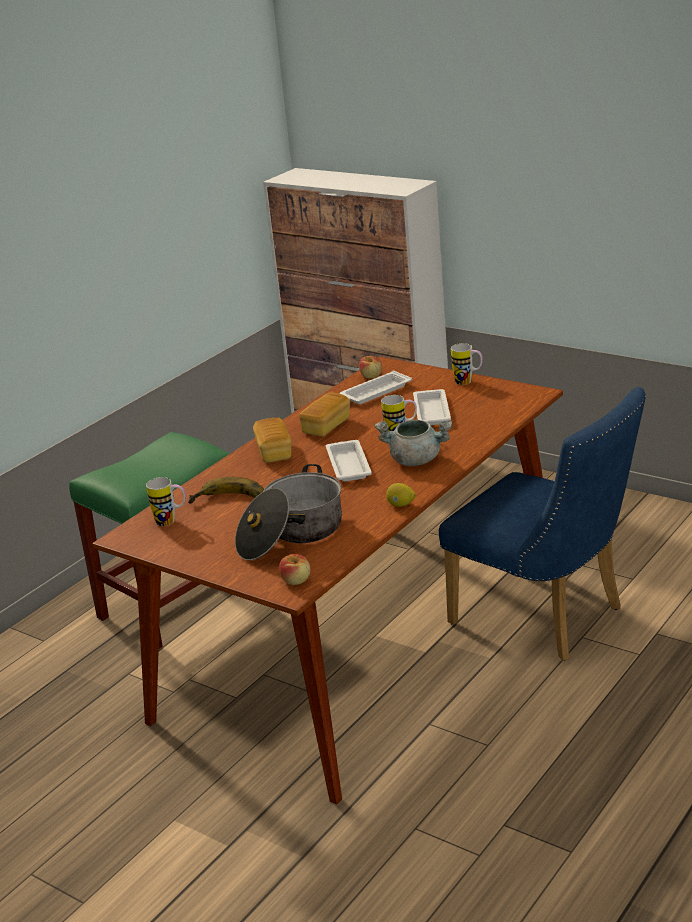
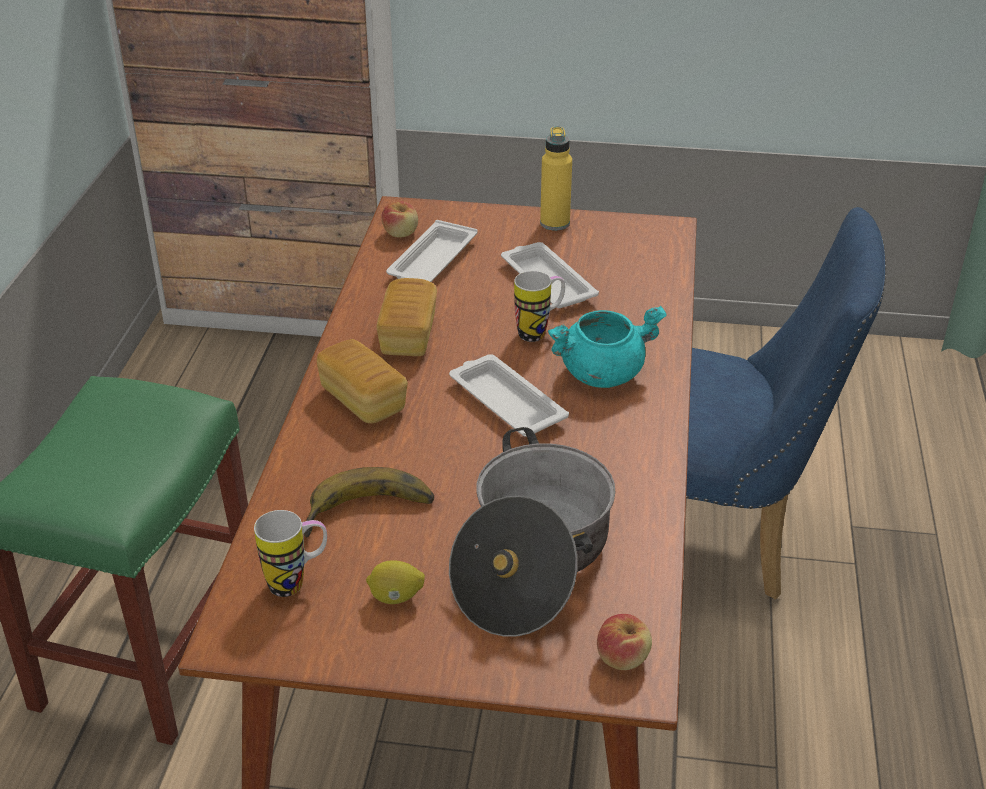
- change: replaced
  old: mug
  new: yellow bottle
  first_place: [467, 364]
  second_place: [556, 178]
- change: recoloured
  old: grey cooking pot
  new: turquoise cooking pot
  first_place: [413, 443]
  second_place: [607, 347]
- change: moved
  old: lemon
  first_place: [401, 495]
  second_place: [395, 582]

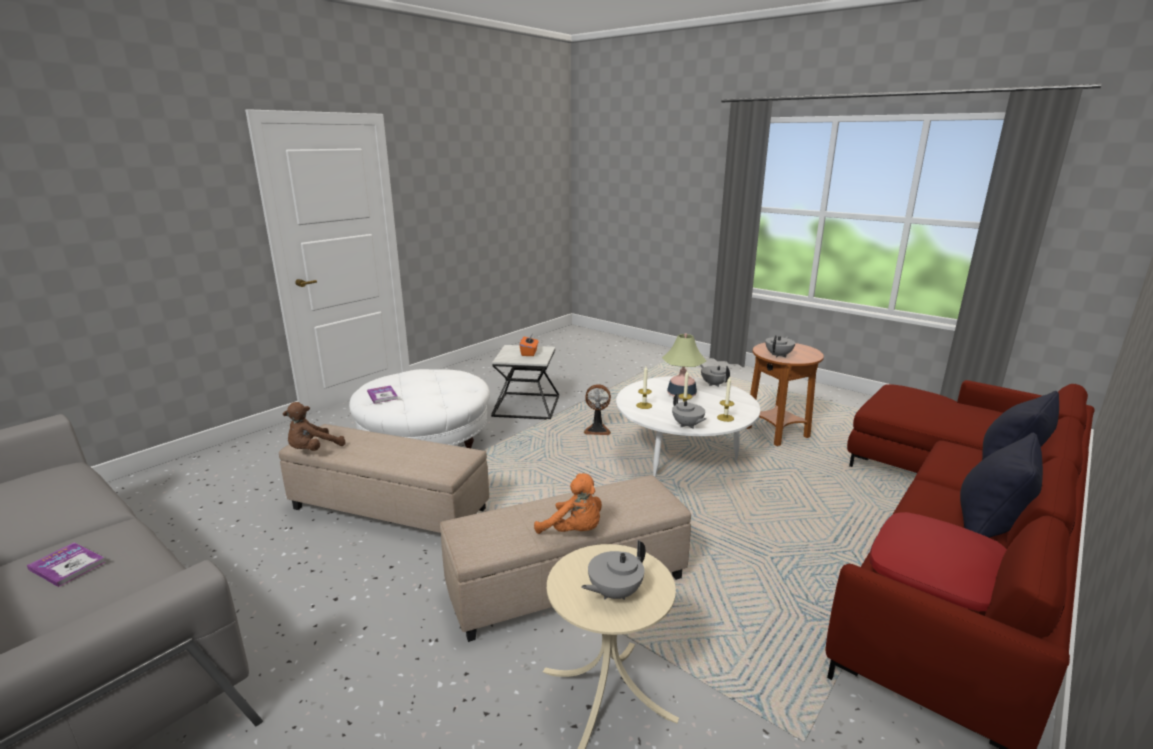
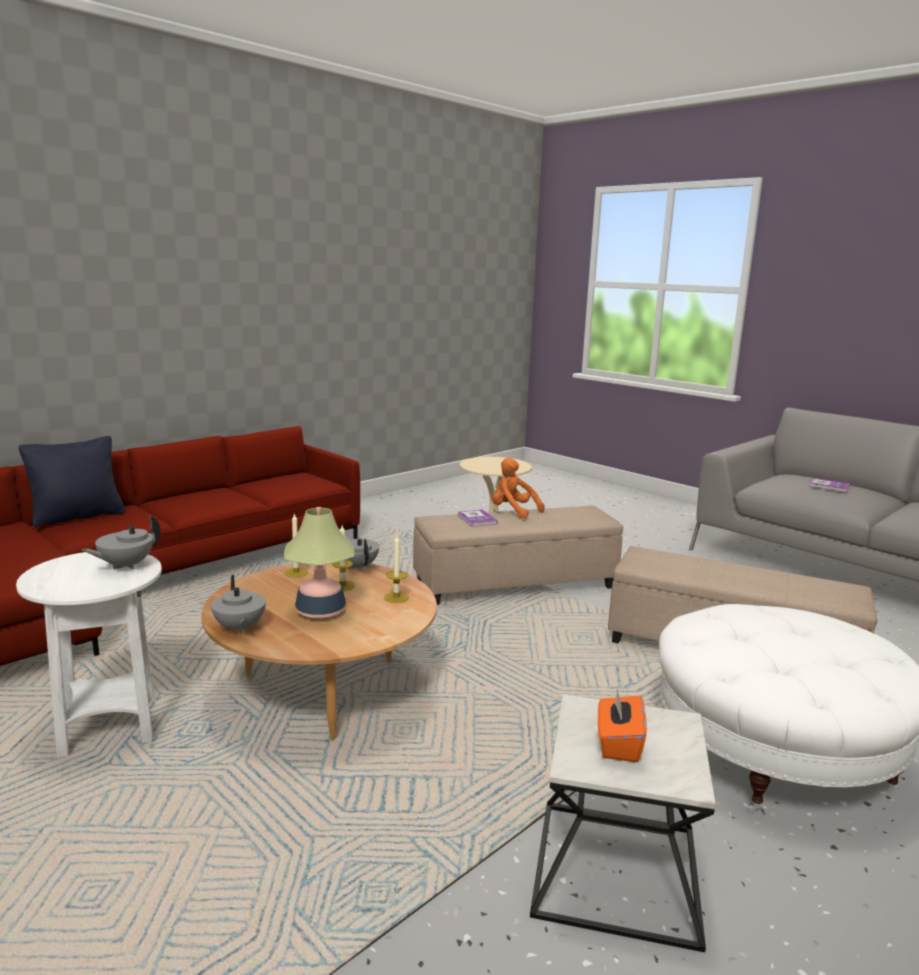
- change: recoloured
  old: brown side table
  new: white side table
  first_place: [785, 394]
  second_place: [89, 654]
- change: recoloured
  old: white coffee table
  new: brown coffee table
  first_place: [688, 426]
  second_place: [319, 652]
- change: removed
  old: fan
  first_place: [597, 409]
- change: moved
  old: book
  first_place: [382, 394]
  second_place: [477, 518]
- change: removed
  old: brown plush toy
  first_place: [314, 426]
- change: removed
  old: black pillow
  first_place: [1001, 485]
- change: removed
  old: red pillow
  first_place: [938, 561]
- change: removed
  old: grey teapot
  first_place: [613, 570]

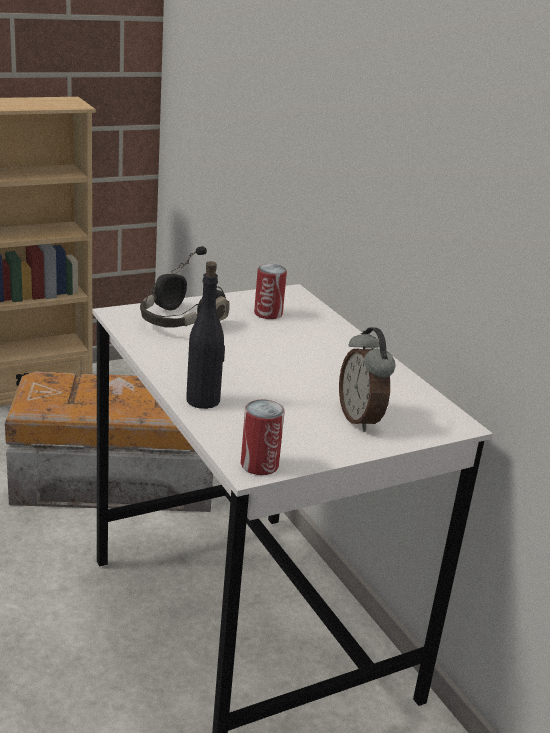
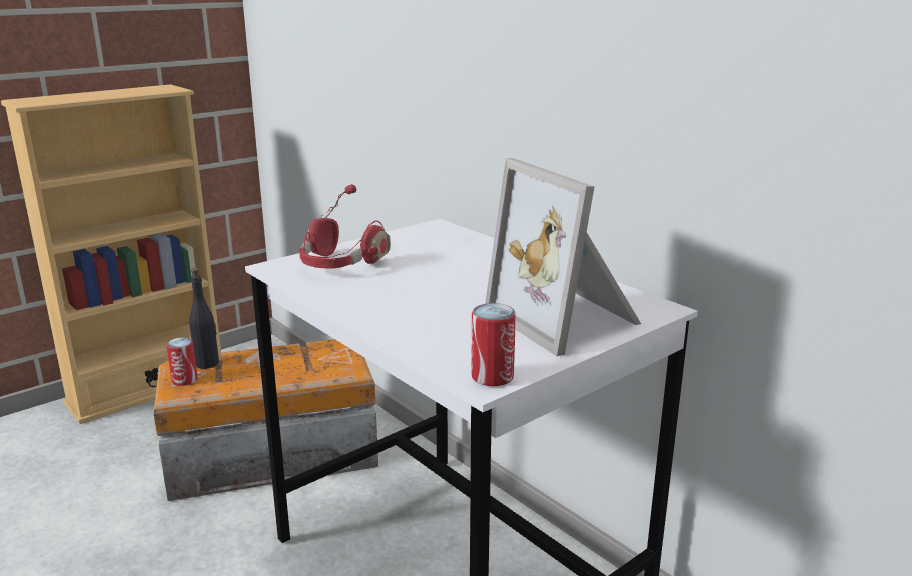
- change: recoloured
  old: black headphones
  new: red headphones
  first_place: [185, 287]
  second_place: [345, 226]
- change: moved
  old: black bottle
  first_place: [205, 335]
  second_place: [204, 318]
- change: moved
  old: can
  first_place: [270, 291]
  second_place: [182, 361]
- change: replaced
  old: alarm clock
  new: picture frame
  first_place: [367, 379]
  second_place: [563, 257]

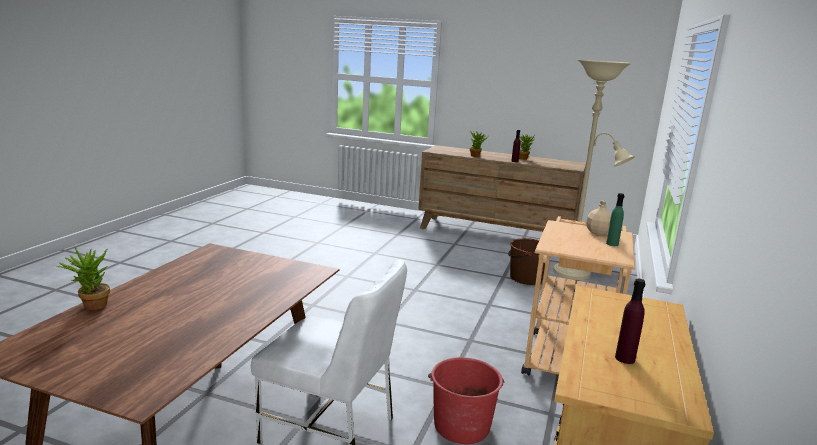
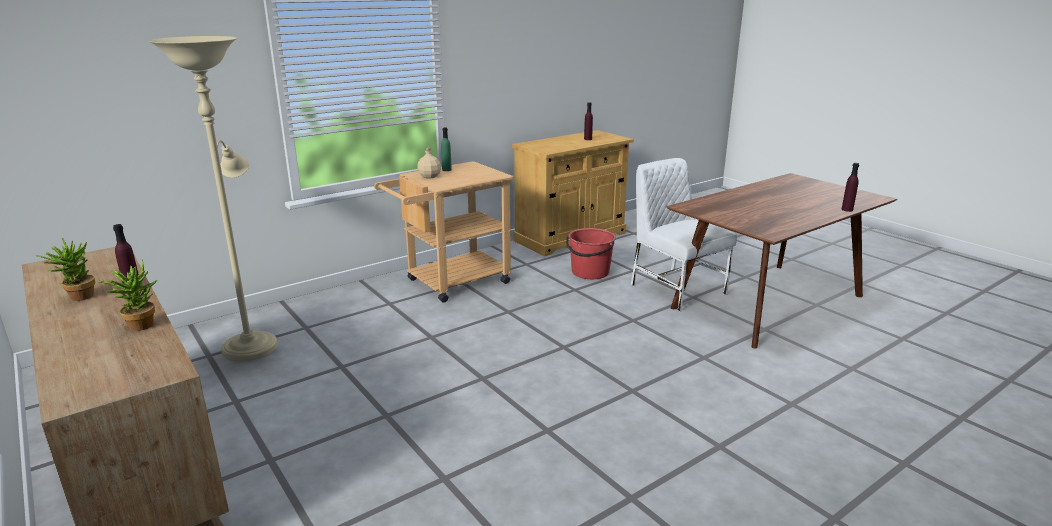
- change: removed
  old: brown bucket
  first_place: [526, 261]
- change: replaced
  old: potted plant
  new: purple bottle
  first_place: [83, 278]
  second_place: [850, 187]

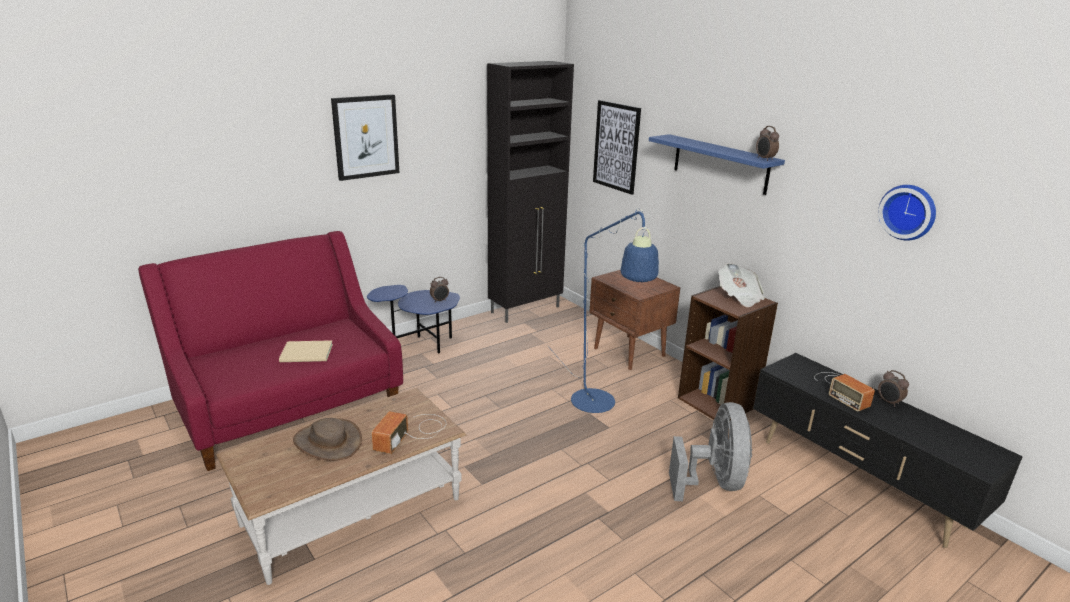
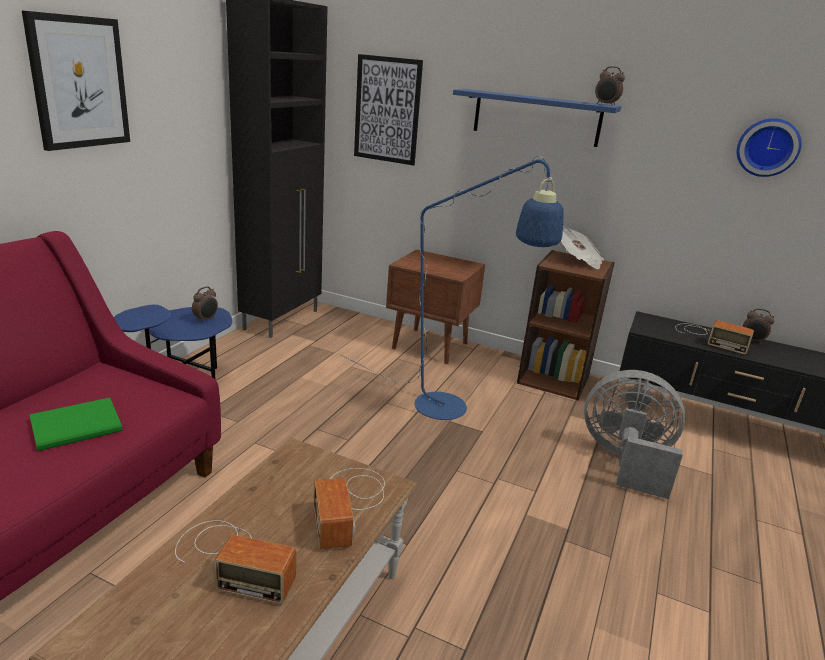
- change: recoloured
  old: beige book
  new: green book
  first_place: [306, 351]
  second_place: [76, 424]
- change: turned
  old: grey fan
  first_place: [710, 451]
  second_place: [634, 434]
  degrees: -45
- change: replaced
  old: brown hat
  new: radio
  first_place: [327, 439]
  second_place: [235, 562]

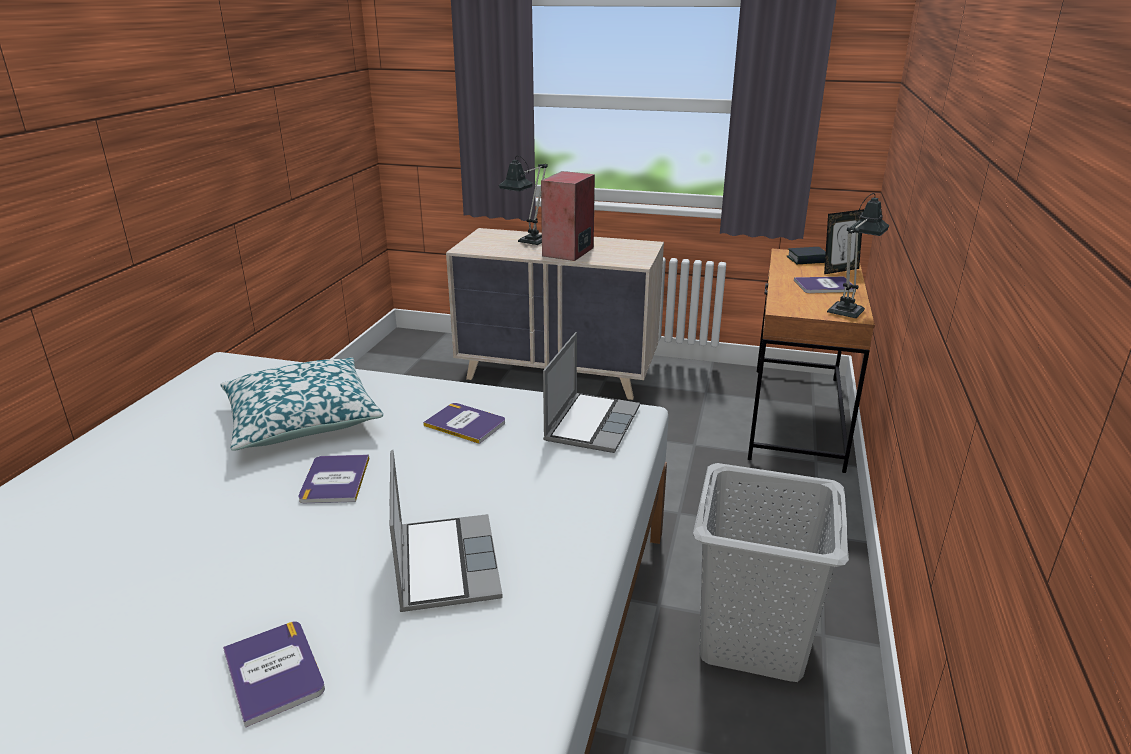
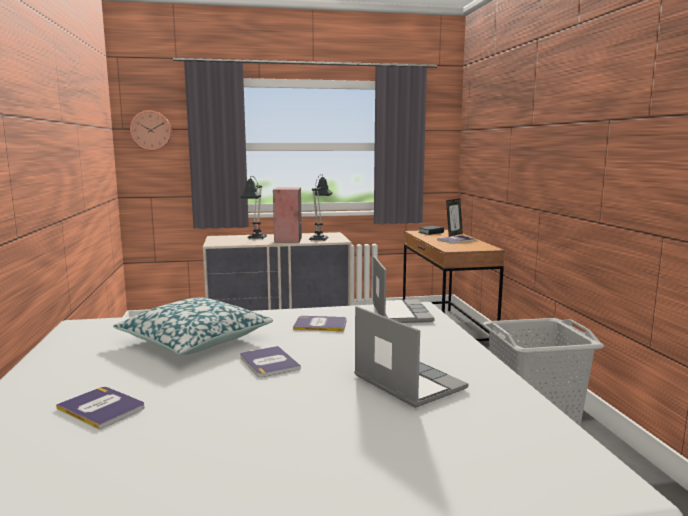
- change: moved
  old: table lamp
  first_place: [858, 255]
  second_place: [321, 207]
- change: moved
  old: book
  first_place: [274, 674]
  second_place: [100, 408]
- change: added
  new: wall clock
  second_place: [151, 130]

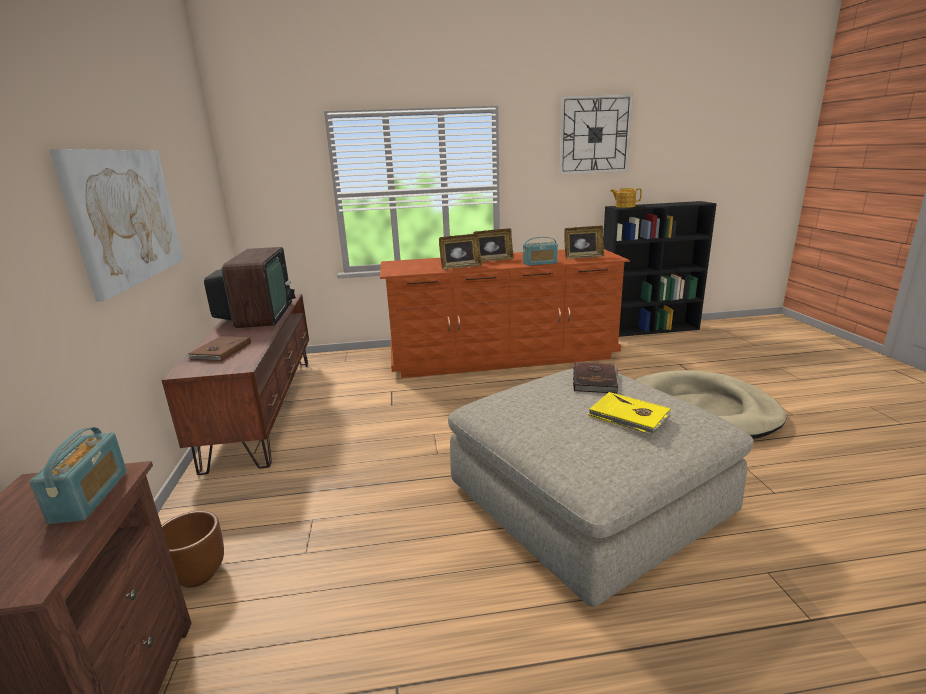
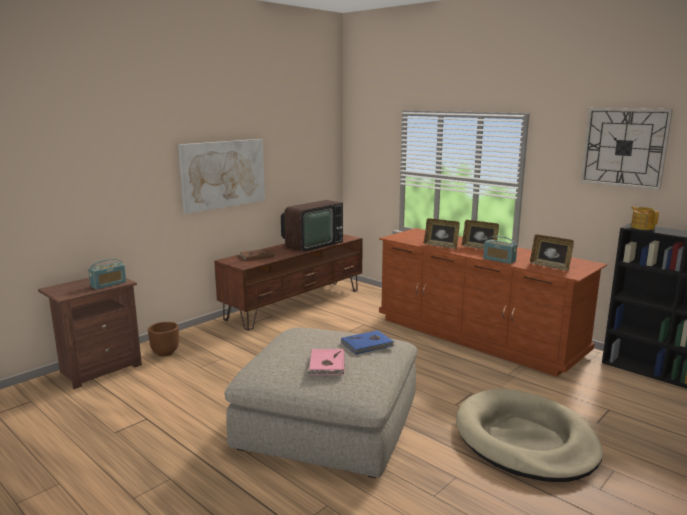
- change: recoloured
  old: brown book
  new: blue book
  first_place: [596, 377]
  second_place: [368, 342]
- change: recoloured
  old: yellow book
  new: pink book
  first_place: [629, 413]
  second_place: [325, 362]

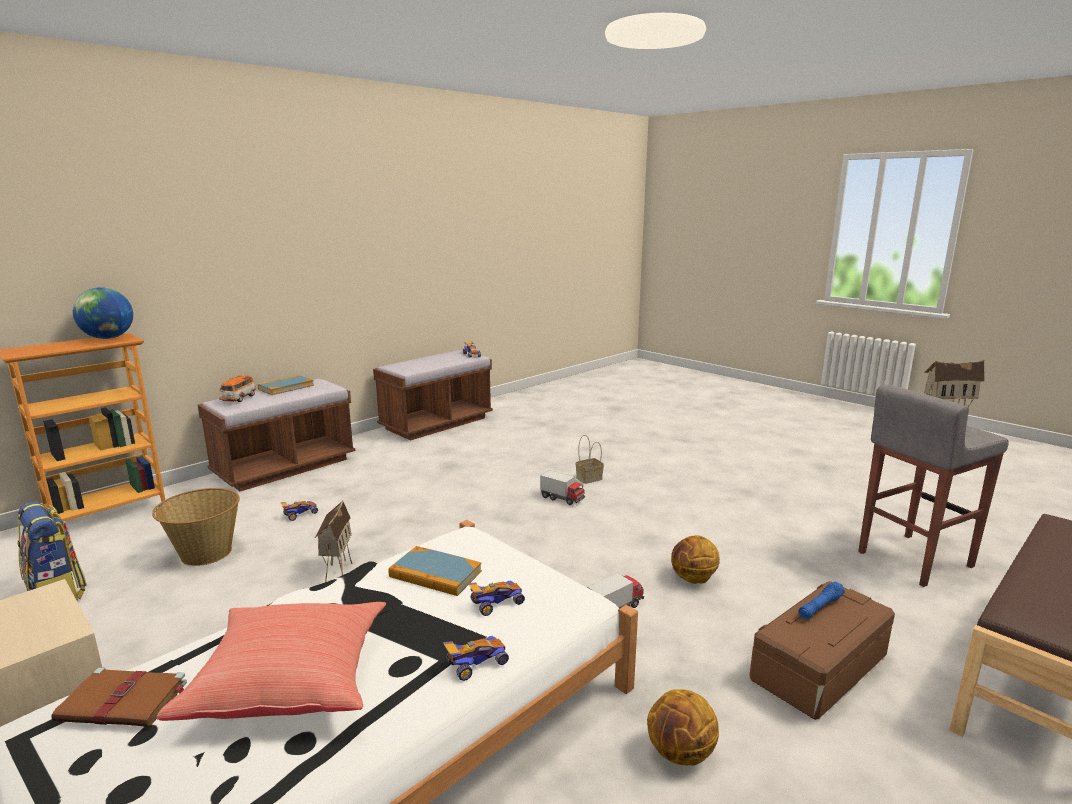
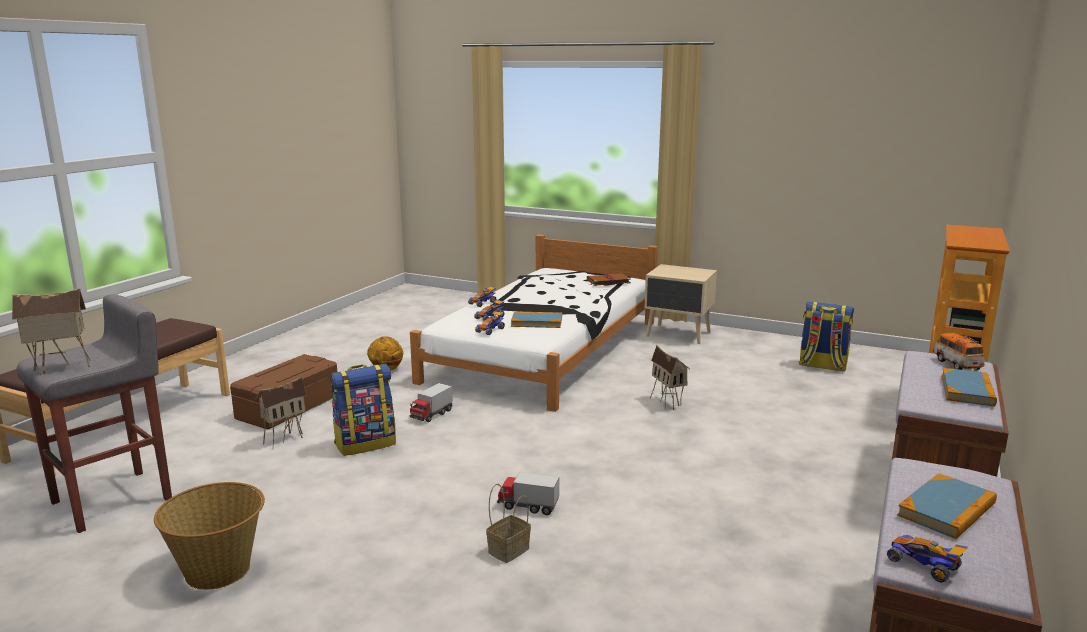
- change: removed
  old: globe
  first_place: [103, 313]
- change: moved
  old: basket
  first_place: [196, 527]
  second_place: [209, 536]
- change: moved
  old: toy car
  first_place: [299, 511]
  second_place: [490, 323]
- change: replaced
  old: basketball
  new: backpack
  first_place: [695, 559]
  second_place: [363, 410]
- change: removed
  old: blue flashlight
  first_place: [821, 600]
- change: removed
  old: red pillow
  first_place: [271, 661]
- change: added
  new: toy house
  second_place: [280, 412]
- change: added
  new: book
  second_place: [947, 506]

